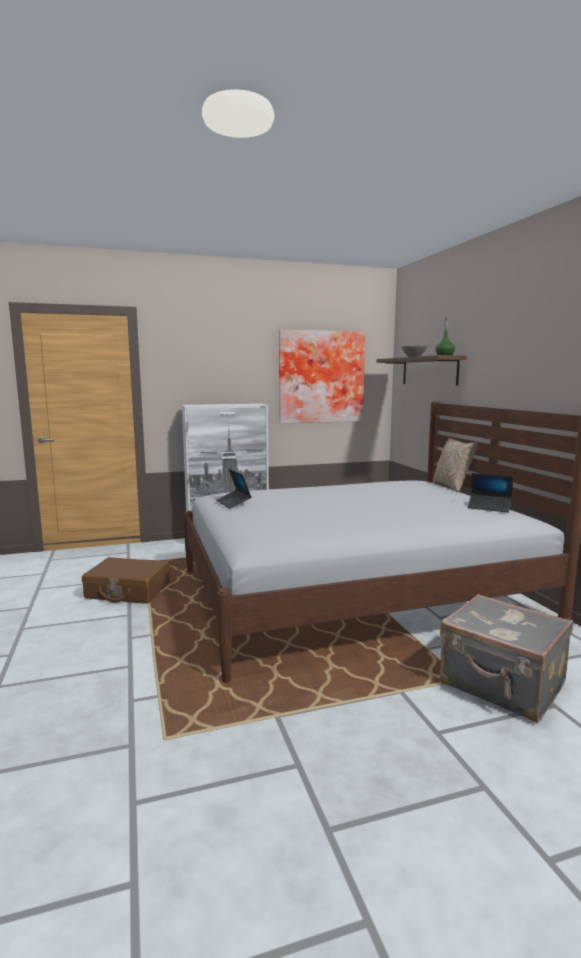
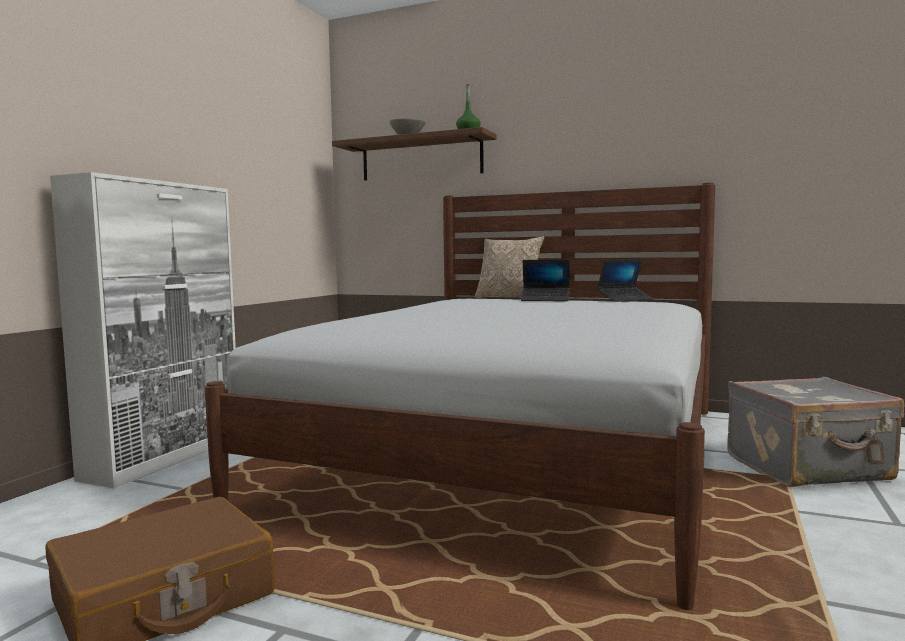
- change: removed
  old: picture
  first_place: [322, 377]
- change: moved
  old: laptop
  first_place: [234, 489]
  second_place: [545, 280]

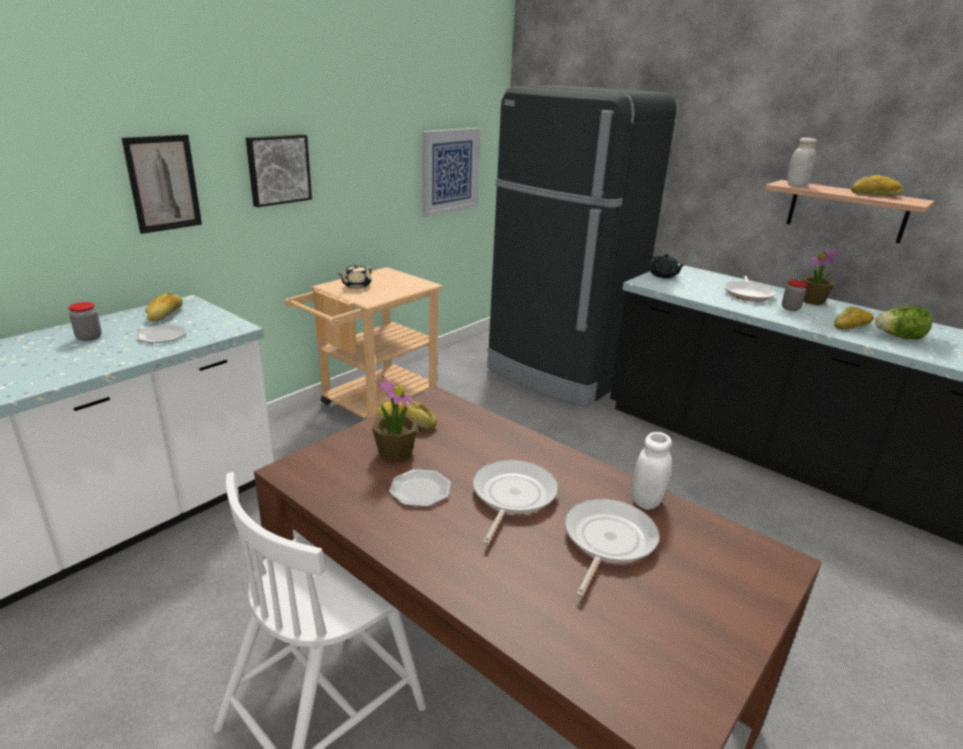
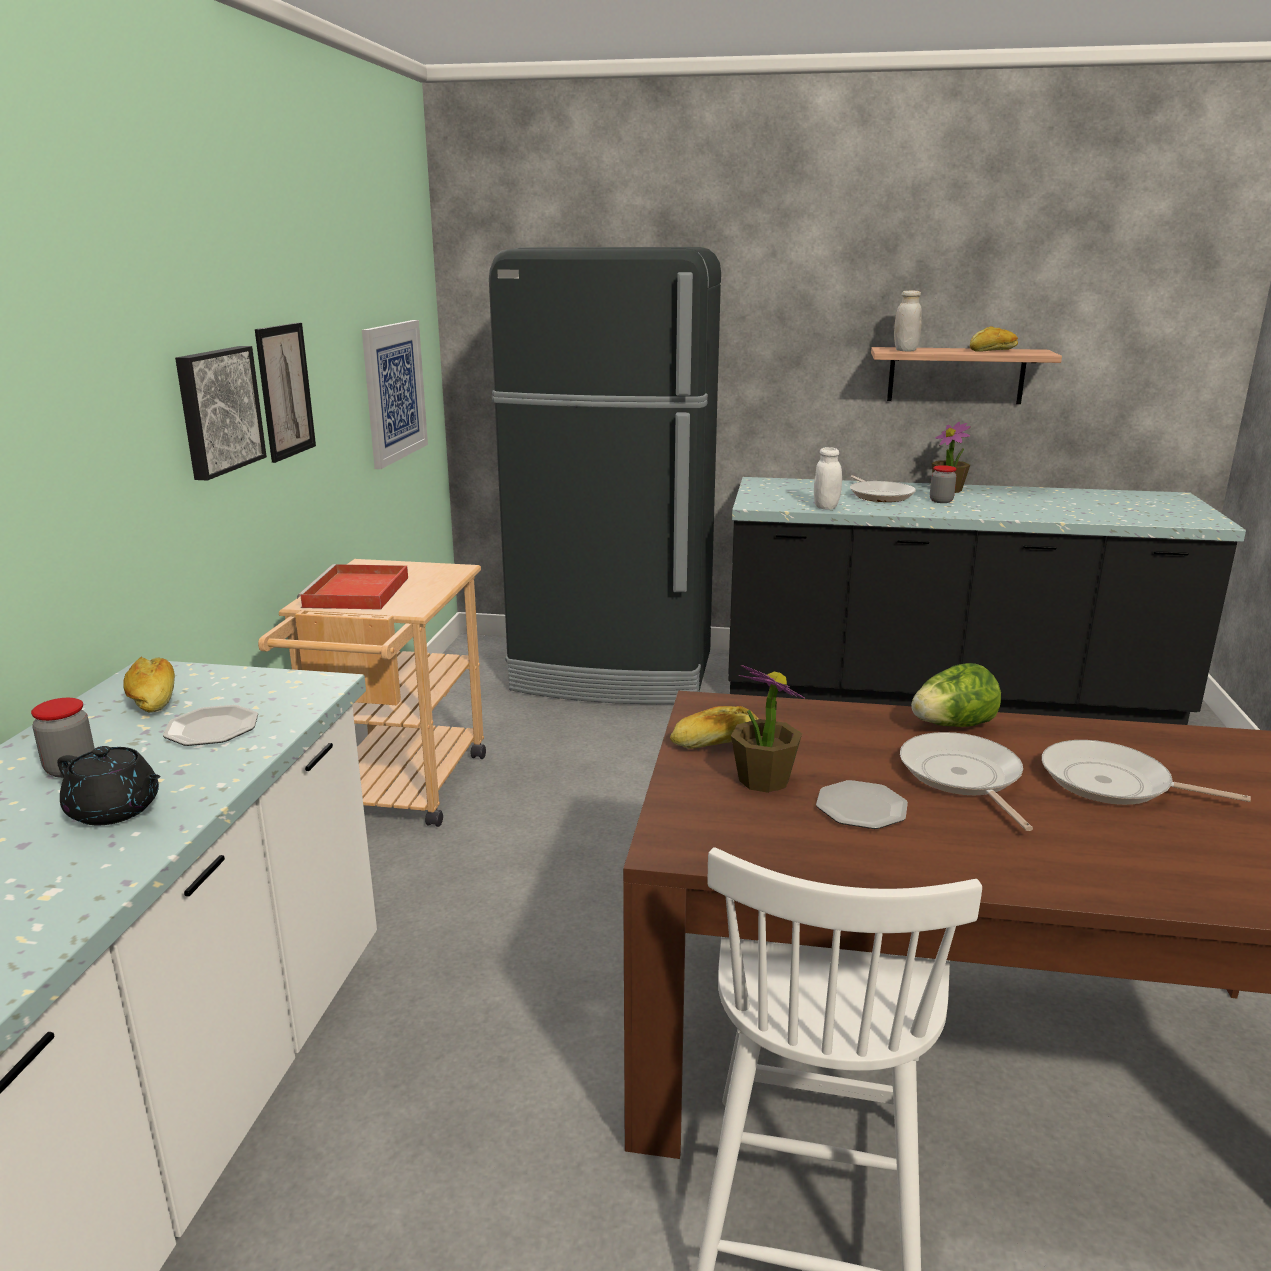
- change: moved
  old: picture
  first_place: [162, 184]
  second_place: [285, 392]
- change: moved
  old: black teapot
  first_place: [666, 266]
  second_place: [109, 786]
- change: replaced
  old: beige teapot
  new: red tray
  first_place: [355, 276]
  second_place: [352, 587]
- change: moved
  old: lettuce
  first_place: [903, 322]
  second_place: [956, 695]
- change: removed
  old: bread
  first_place: [854, 318]
- change: moved
  old: white jar
  first_place: [652, 471]
  second_place: [828, 478]
- change: turned
  old: frying pan
  first_place: [612, 548]
  second_place: [1146, 772]
  degrees: -60

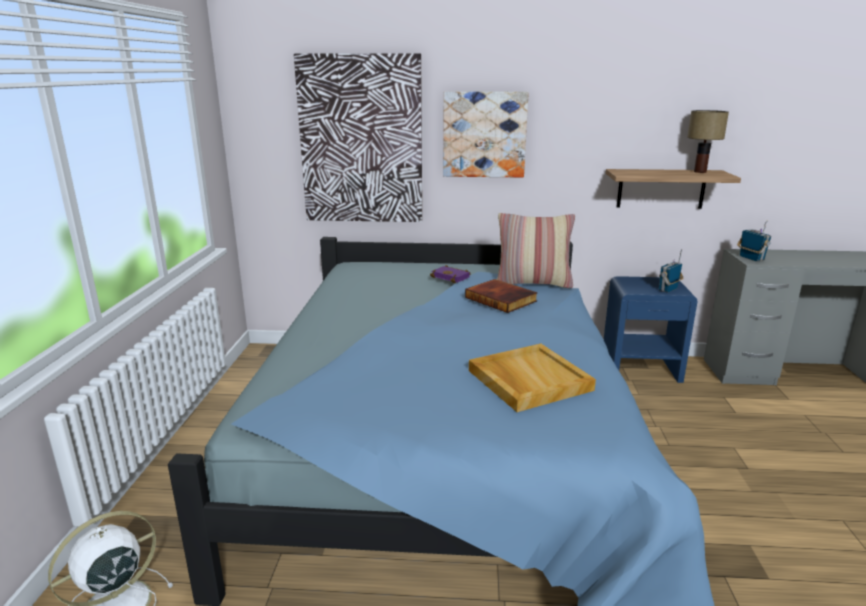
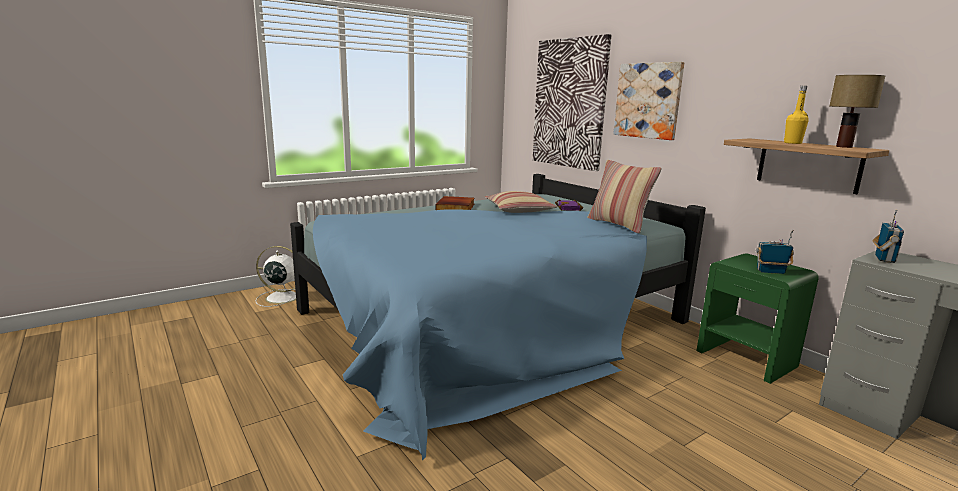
- change: recoloured
  old: blue nightstand
  new: green nightstand
  first_place: [651, 329]
  second_place: [757, 318]
- change: moved
  old: book
  first_place: [501, 296]
  second_place: [454, 203]
- change: removed
  old: beige tray
  first_place: [532, 378]
- change: added
  new: yellow bottle
  second_place: [796, 115]
- change: added
  new: pillow
  second_place: [521, 202]

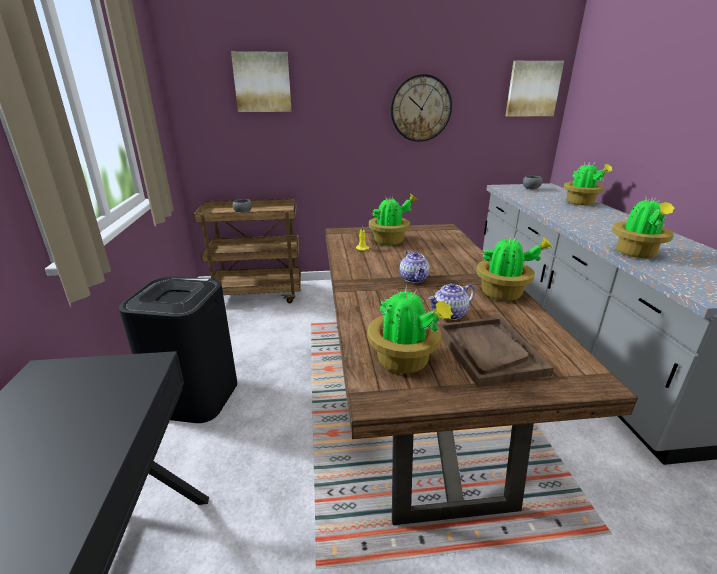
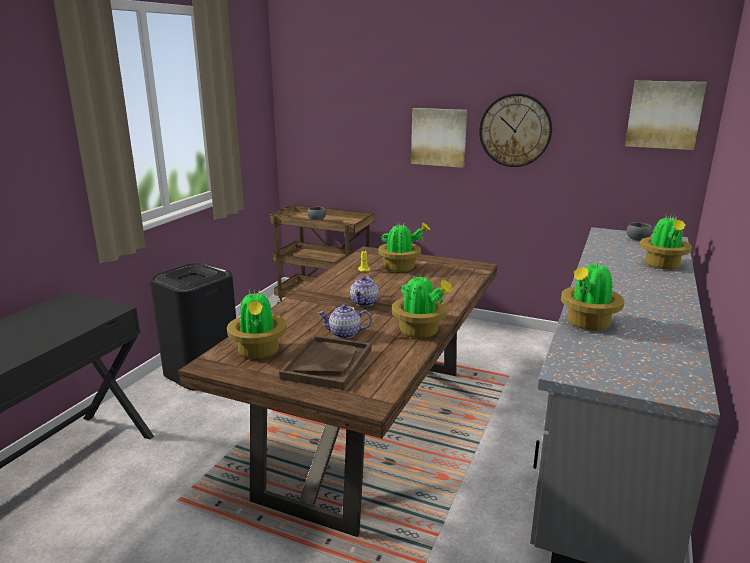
- change: moved
  old: picture
  first_place: [261, 81]
  second_place: [439, 138]

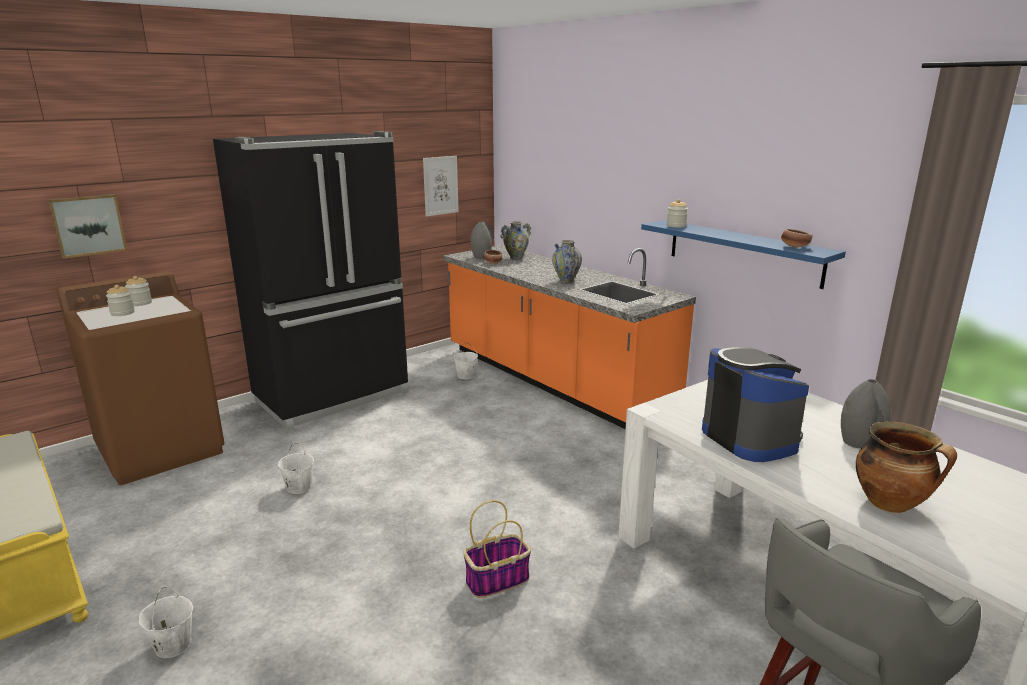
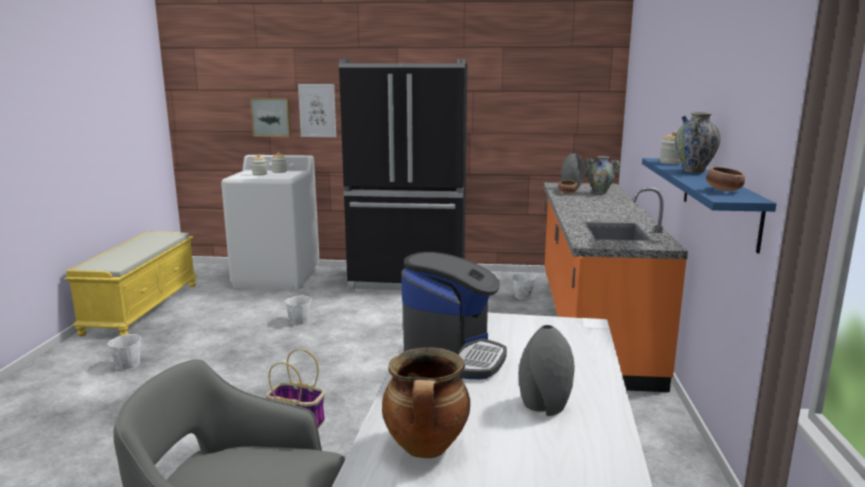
- change: moved
  old: picture
  first_place: [441, 186]
  second_place: [317, 110]
- change: moved
  old: vase
  first_place: [567, 261]
  second_place: [698, 142]
- change: recoloured
  old: brown washing machine
  new: white washing machine
  first_place: [141, 378]
  second_place: [270, 222]

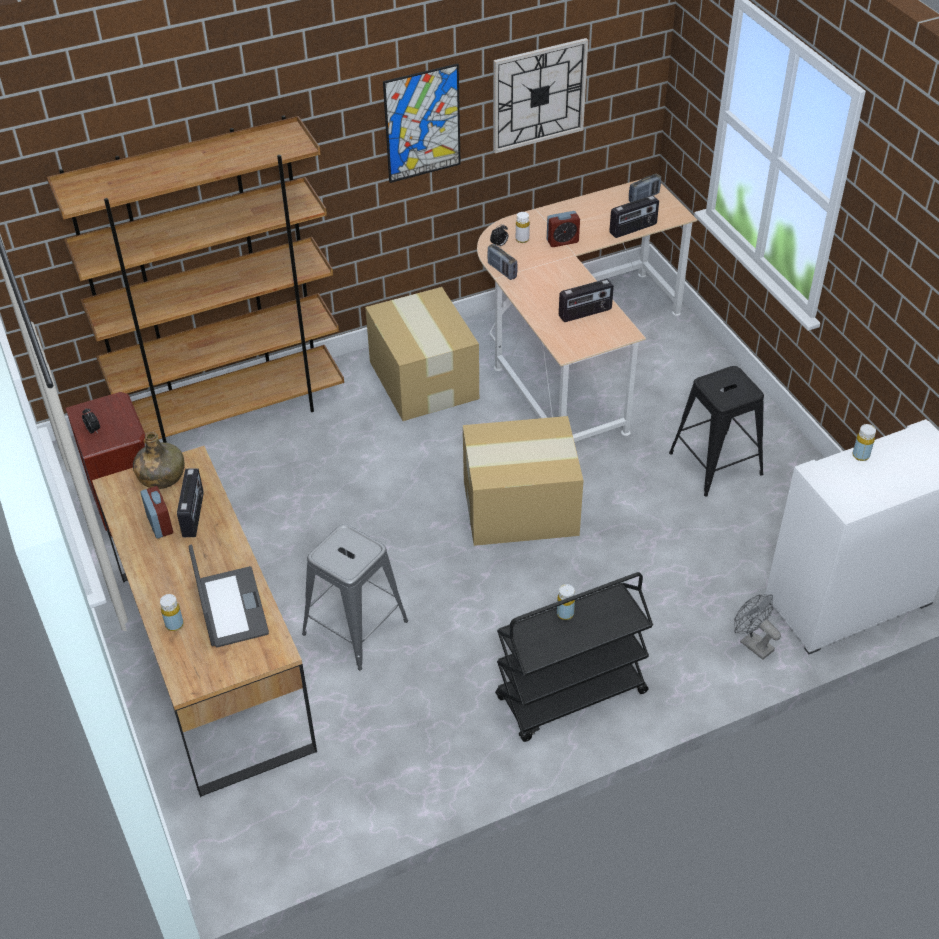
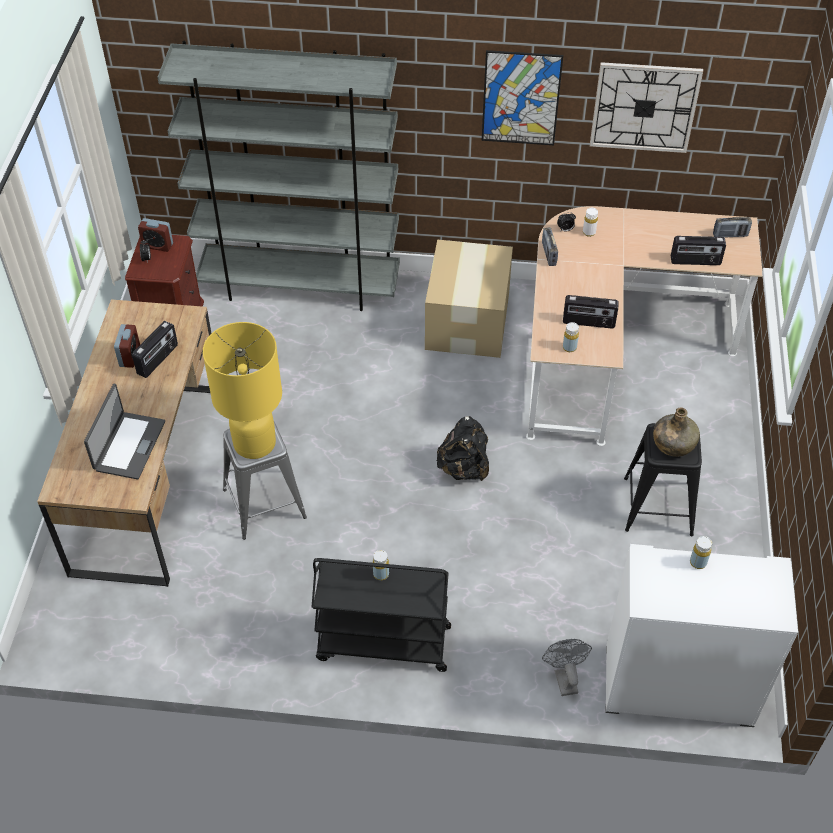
- change: recoloured
  old: brown bookcase
  new: grey bookcase
  first_place: [195, 279]
  second_place: [278, 176]
- change: moved
  old: alarm clock
  first_place: [563, 229]
  second_place: [155, 235]
- change: replaced
  old: cardboard box
  new: black backpack
  first_place: [523, 481]
  second_place: [463, 448]
- change: moved
  old: green bottle
  first_place: [158, 460]
  second_place: [676, 432]
- change: moved
  old: yellow bottle
  first_place: [172, 612]
  second_place: [571, 337]
- change: added
  new: yellow table lamp
  second_place: [242, 390]

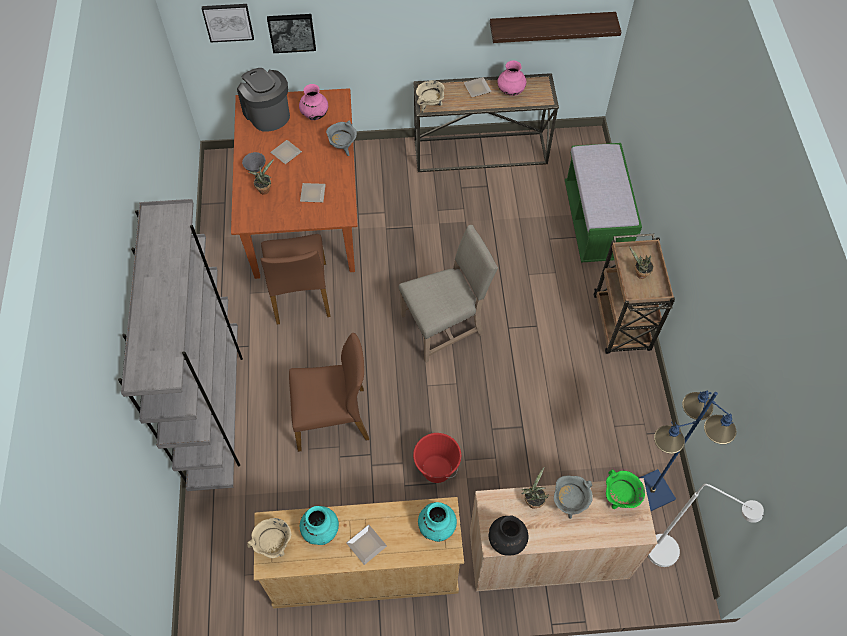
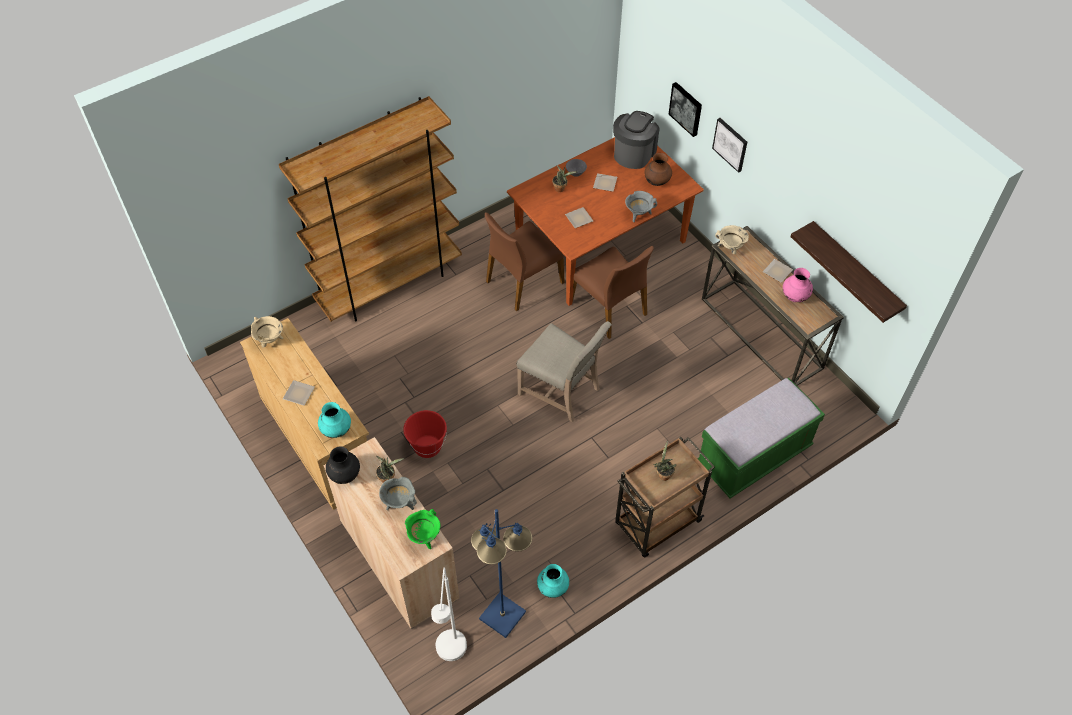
- change: moved
  old: picture
  first_place: [228, 23]
  second_place: [729, 145]
- change: recoloured
  old: pink vase
  new: brown vase
  first_place: [313, 102]
  second_place: [658, 169]
- change: recoloured
  old: grey bookcase
  new: brown bookcase
  first_place: [180, 345]
  second_place: [370, 209]
- change: moved
  old: brown chair
  first_place: [329, 392]
  second_place: [613, 292]
- change: moved
  old: turquoise vase
  first_place: [319, 525]
  second_place: [553, 581]

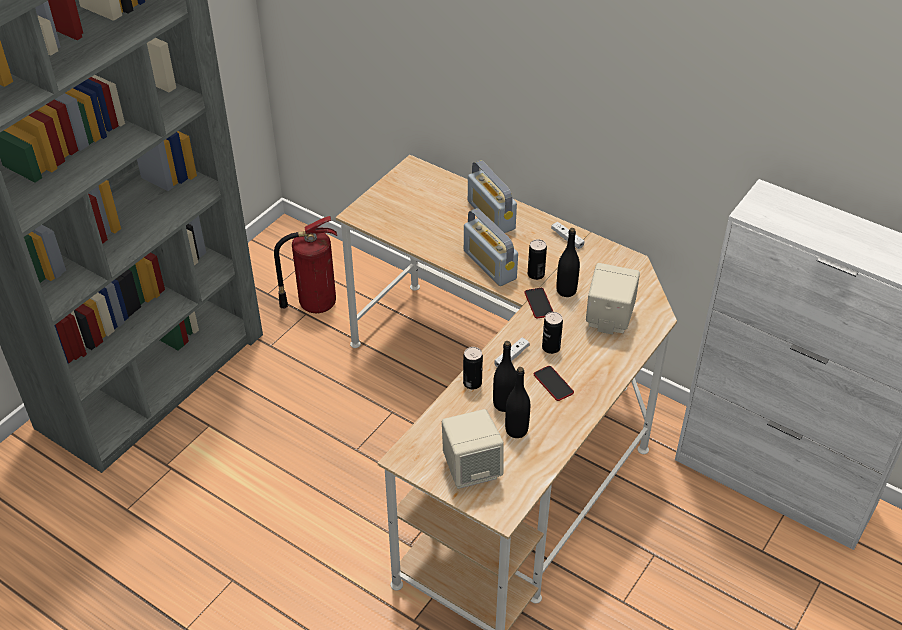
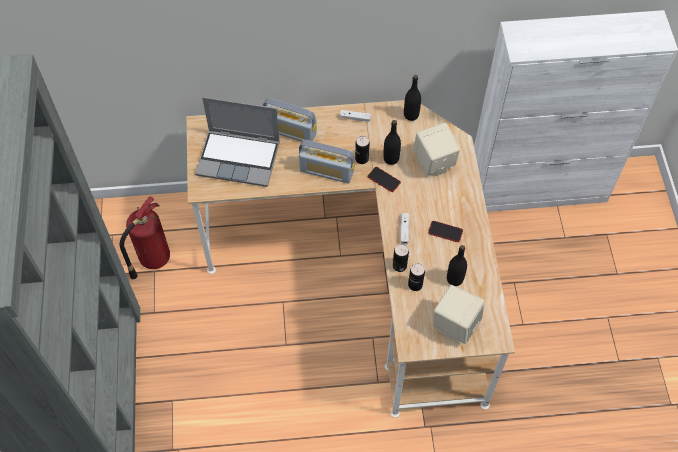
- change: moved
  old: can
  first_place: [552, 333]
  second_place: [416, 277]
- change: moved
  old: black bottle
  first_place: [505, 376]
  second_place: [412, 98]
- change: added
  new: laptop
  second_place: [237, 142]

